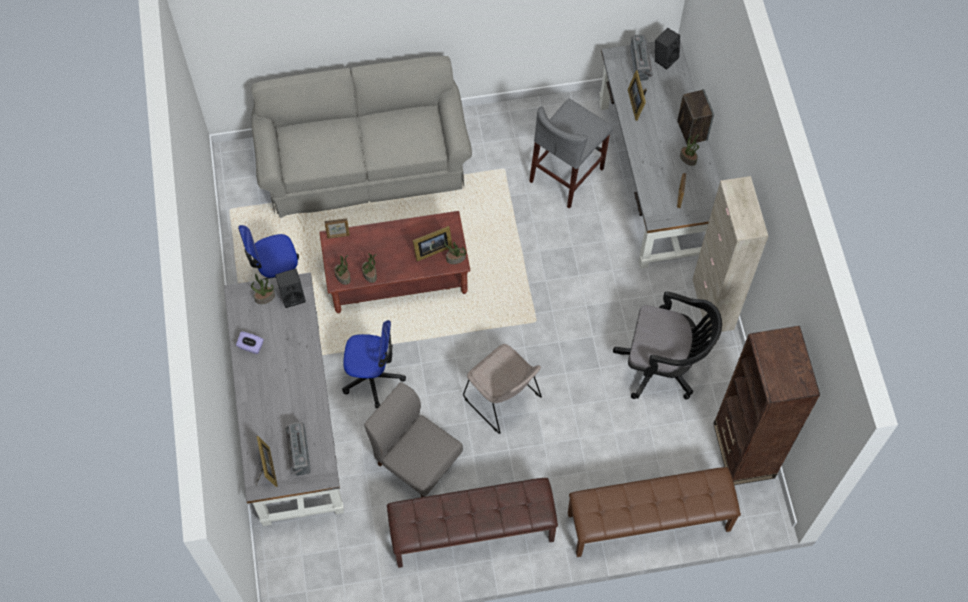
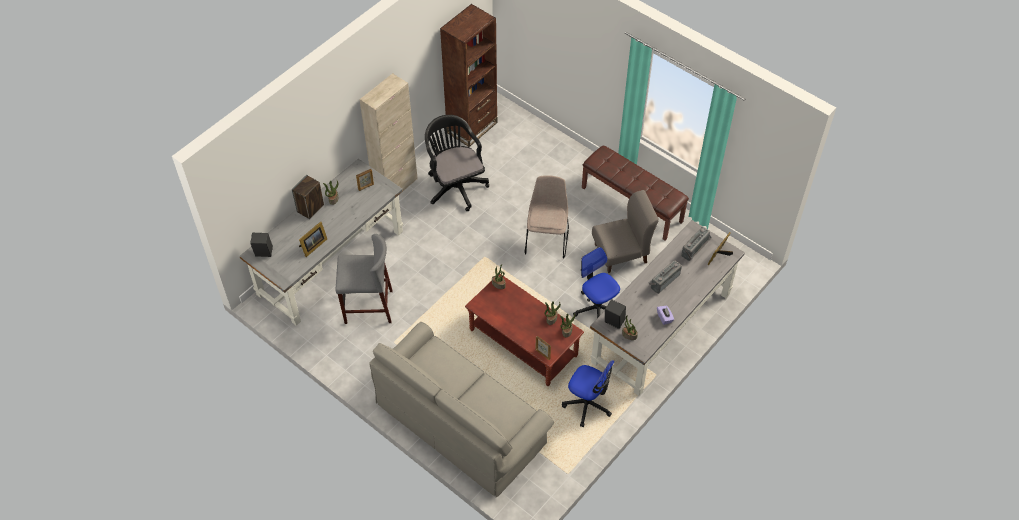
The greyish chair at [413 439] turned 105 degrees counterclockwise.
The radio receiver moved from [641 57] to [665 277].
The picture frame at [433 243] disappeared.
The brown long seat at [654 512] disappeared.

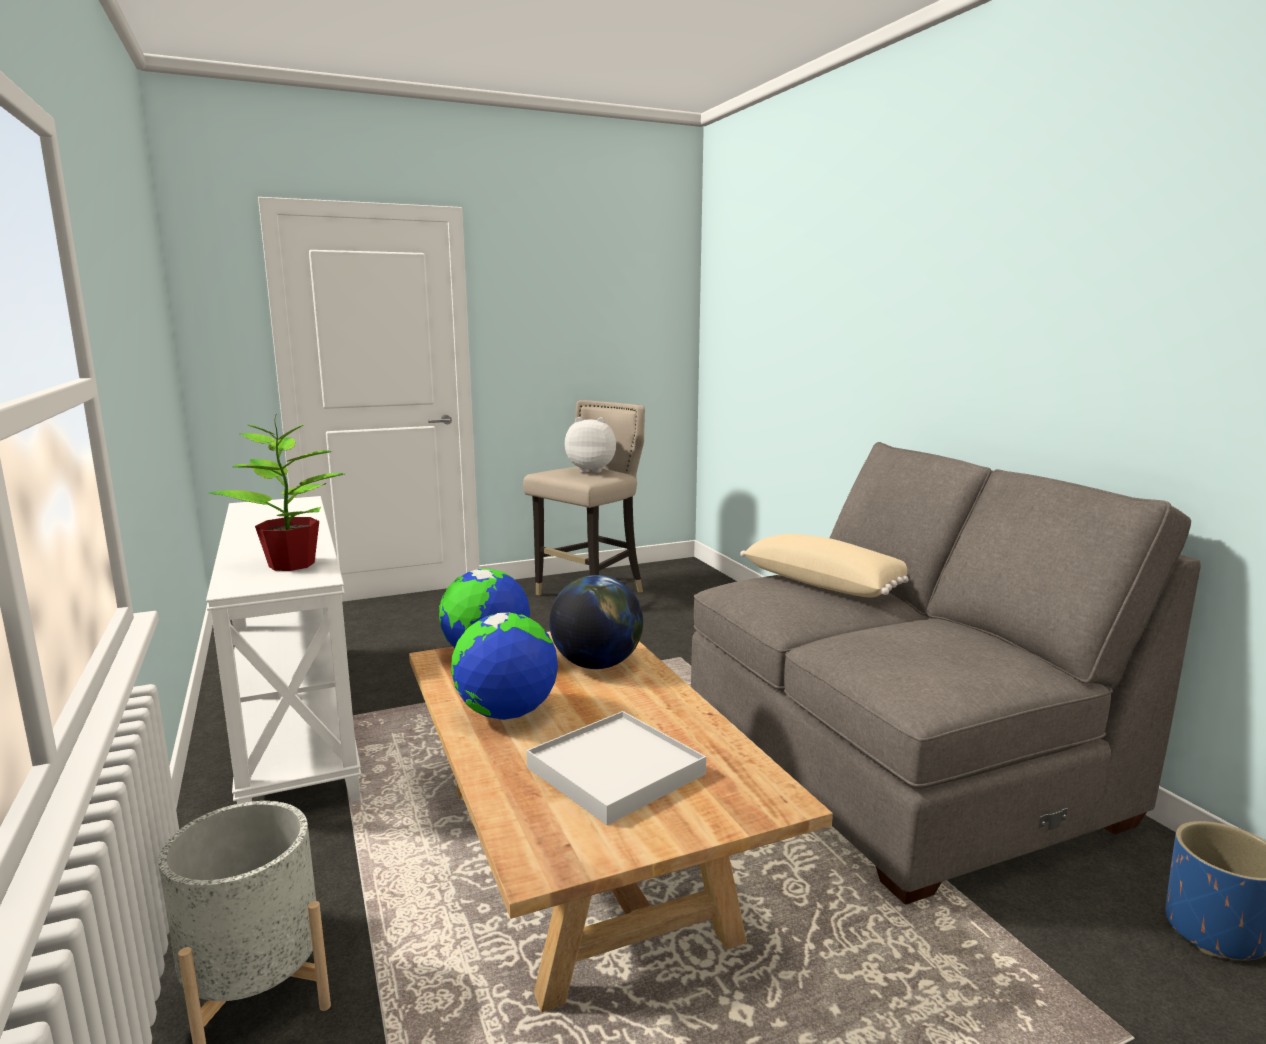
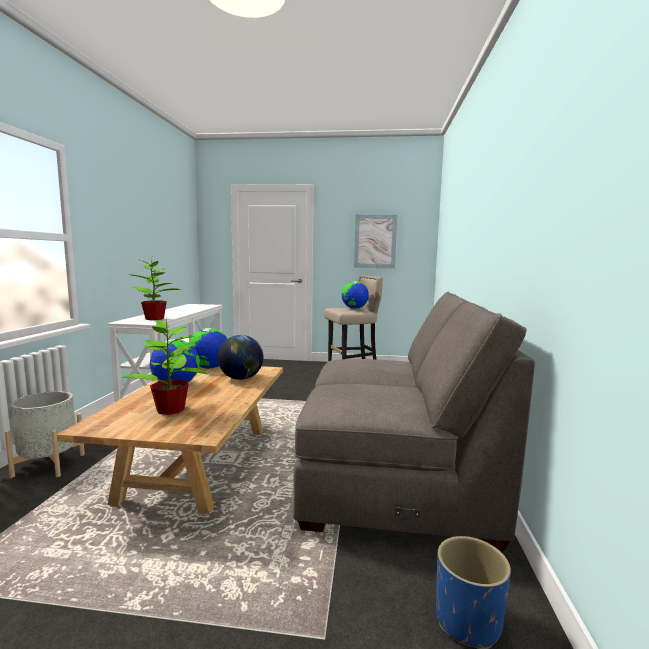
The white-coloured serving tray at [616 768] was replaced by the houseplant at [164 367].
The cuddly toy at [590 445] was replaced by the desk globe at [355 295].
The picture at [375 241] appeared.
The sand-coloured pillow at [824 566] disappeared.

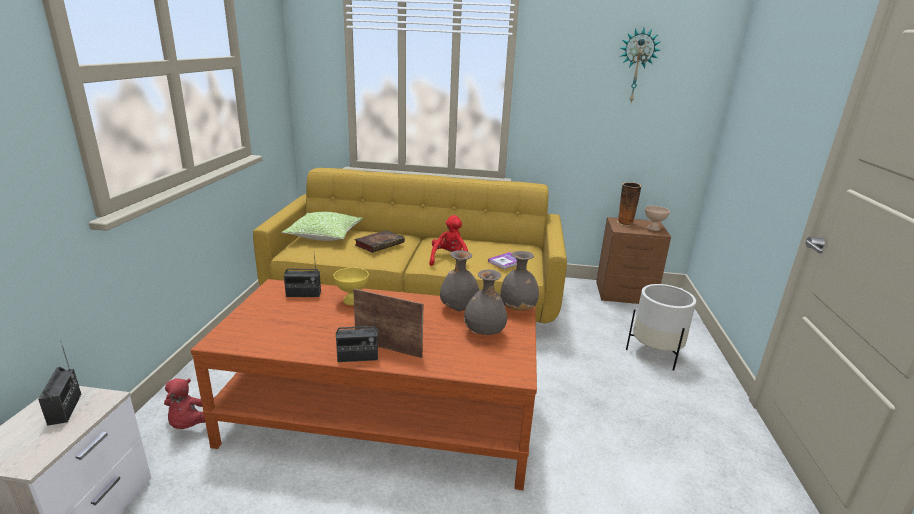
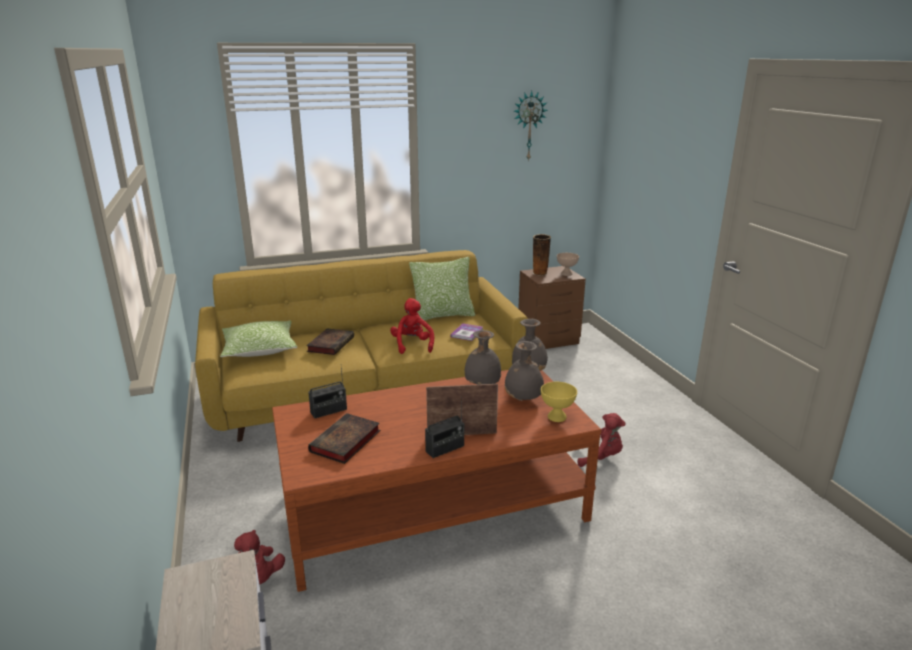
The book at [344 438] appeared.
The pillow at [442 289] appeared.
The yellowish deep dish moved from [351 286] to [559 402].
The red-coloured cuddly toy at [601 440] appeared.
The radio receiver at [59 383] disappeared.
The white-coloured planter at [661 327] disappeared.

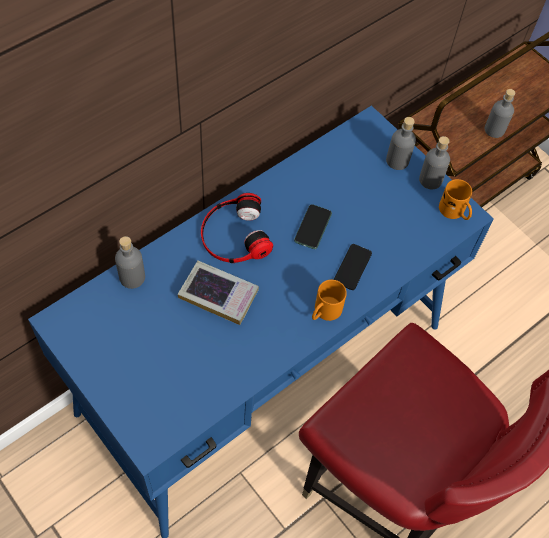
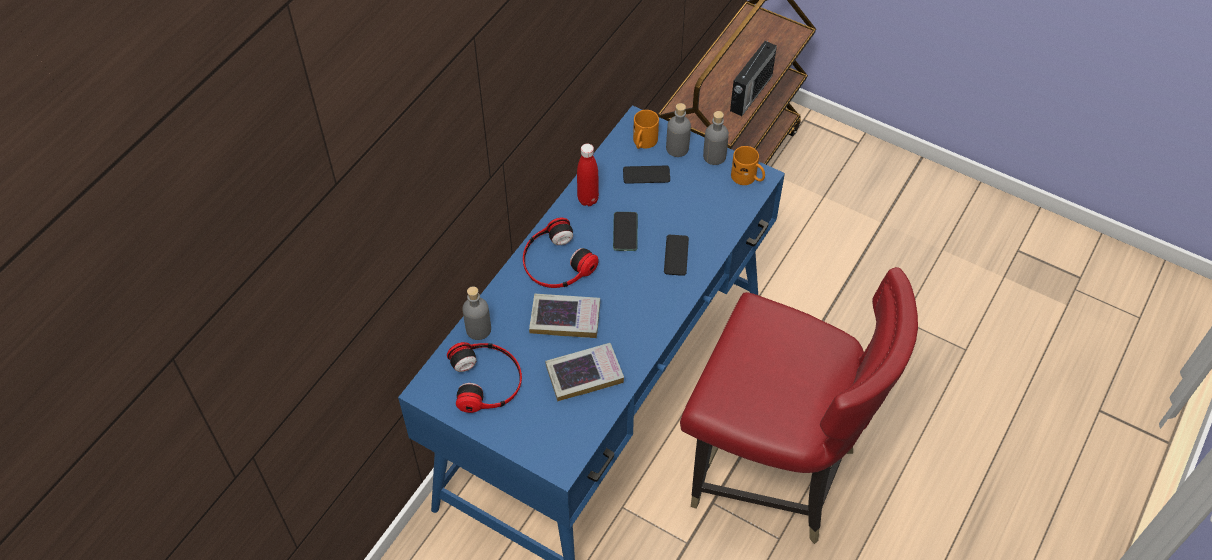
The headphones at [484 377] appeared.
The book at [584 372] appeared.
The red-coloured beverage bottle at [588 175] appeared.
The phone at [646 175] appeared.
The orangey coffee mug moved from [329 300] to [646 129].
The greyish beverage bottle at [500 113] was replaced by the radio receiver at [753 77].

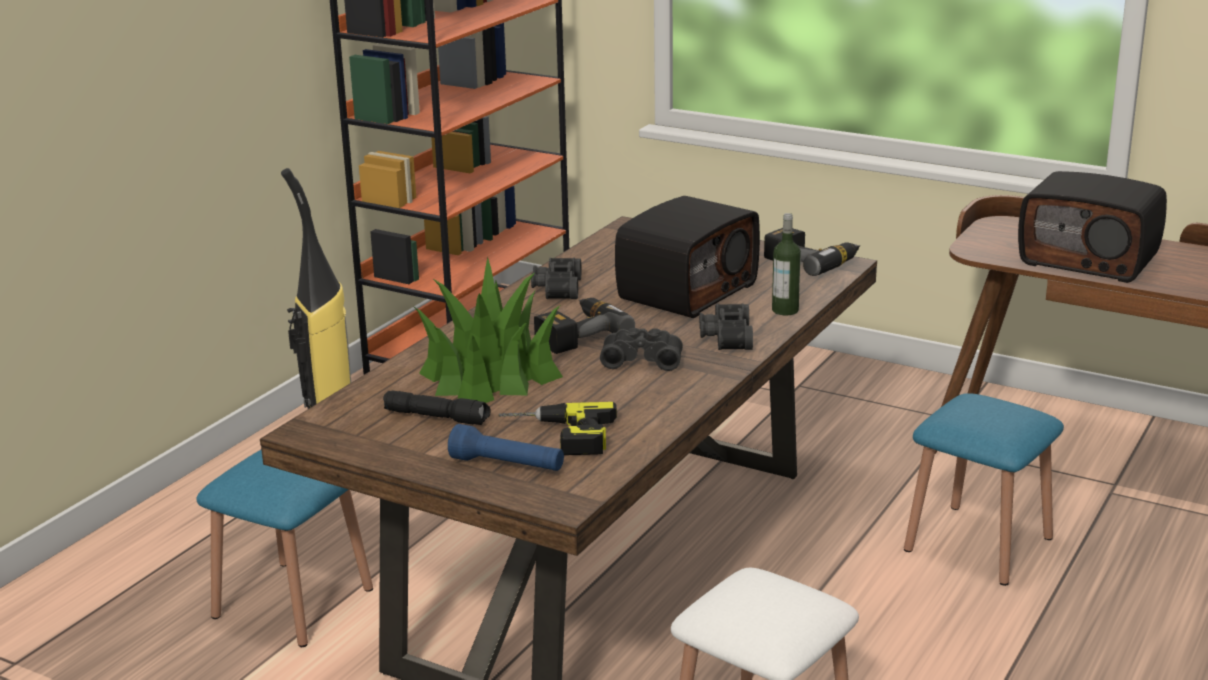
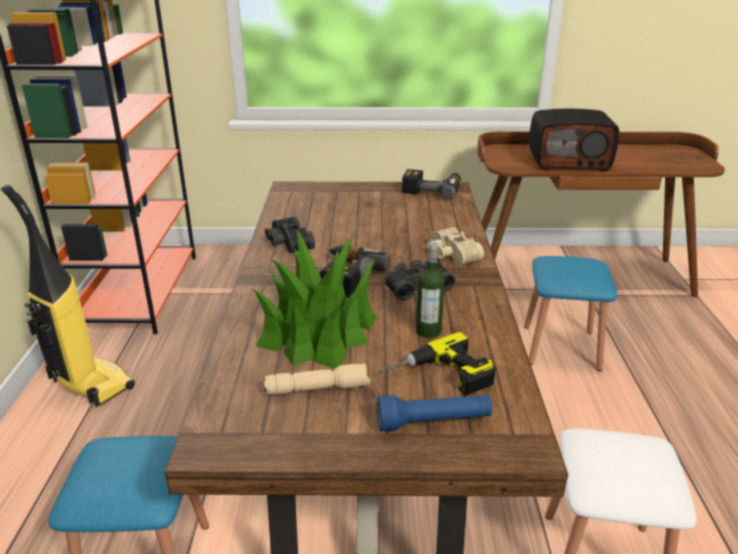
The black-coloured hand torch at [436 408] became the sand-coloured hand torch at [317 379].
The beverage bottle moved from [786 264] to [430 290].
The black-coloured field glasses at [726 327] became the sand-coloured field glasses at [455 246].
The radio receiver at [687 257] disappeared.

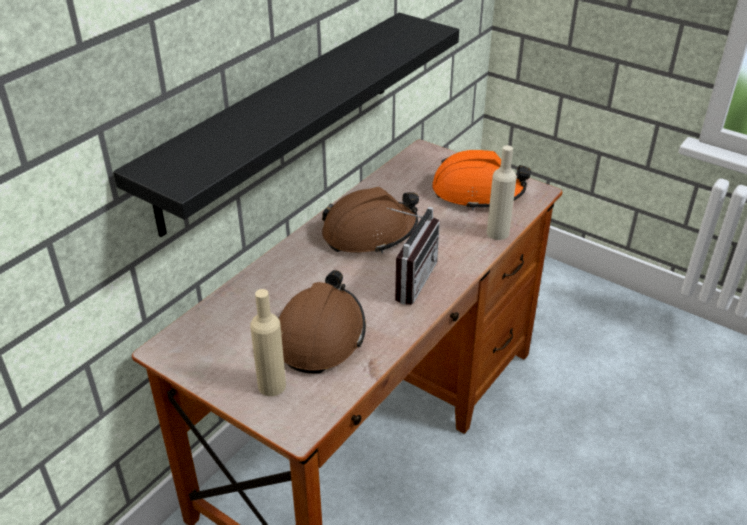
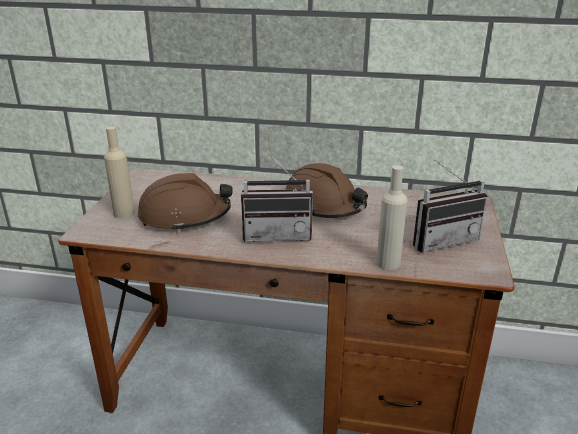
The orangey safety helmet at [481 180] was replaced by the radio receiver at [450 205].
The black-coloured shelf at [286 125] disappeared.

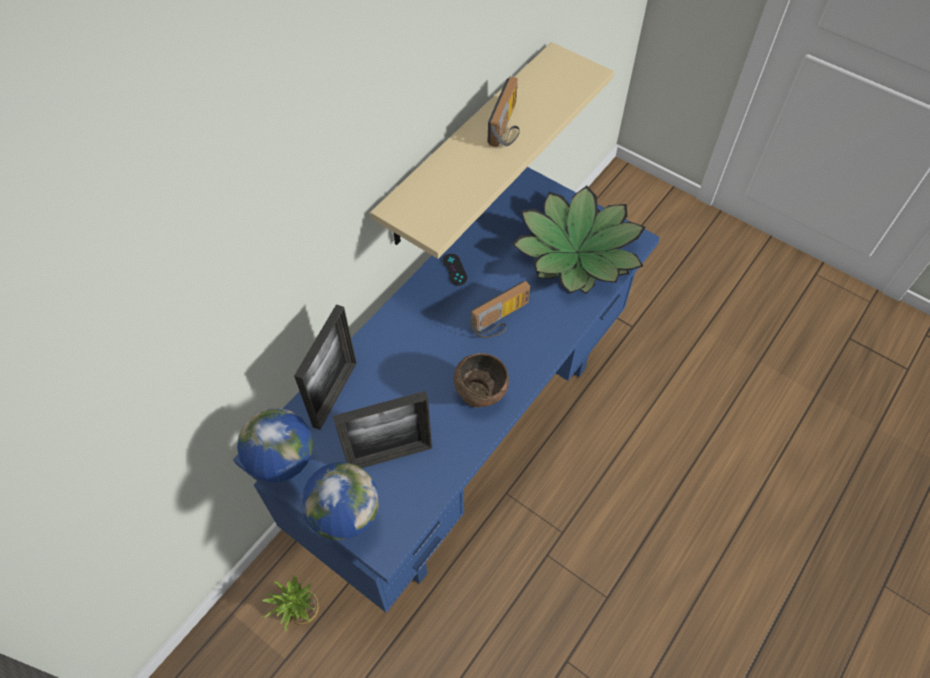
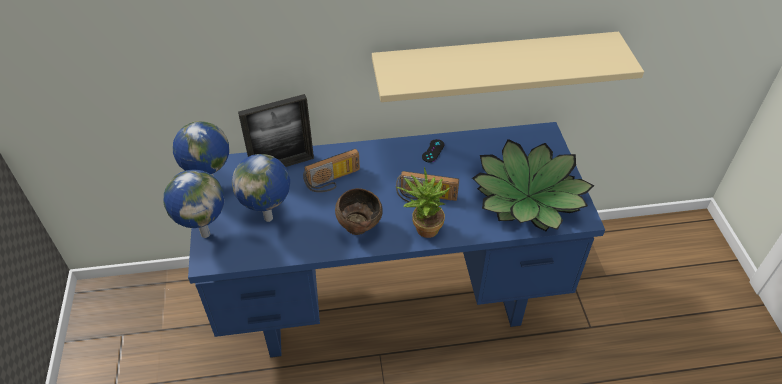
The picture frame at [382 429] was replaced by the desk globe at [261 188].
The radio receiver moved from [503 111] to [331 170].
The houseplant moved from [290 603] to [423 202].

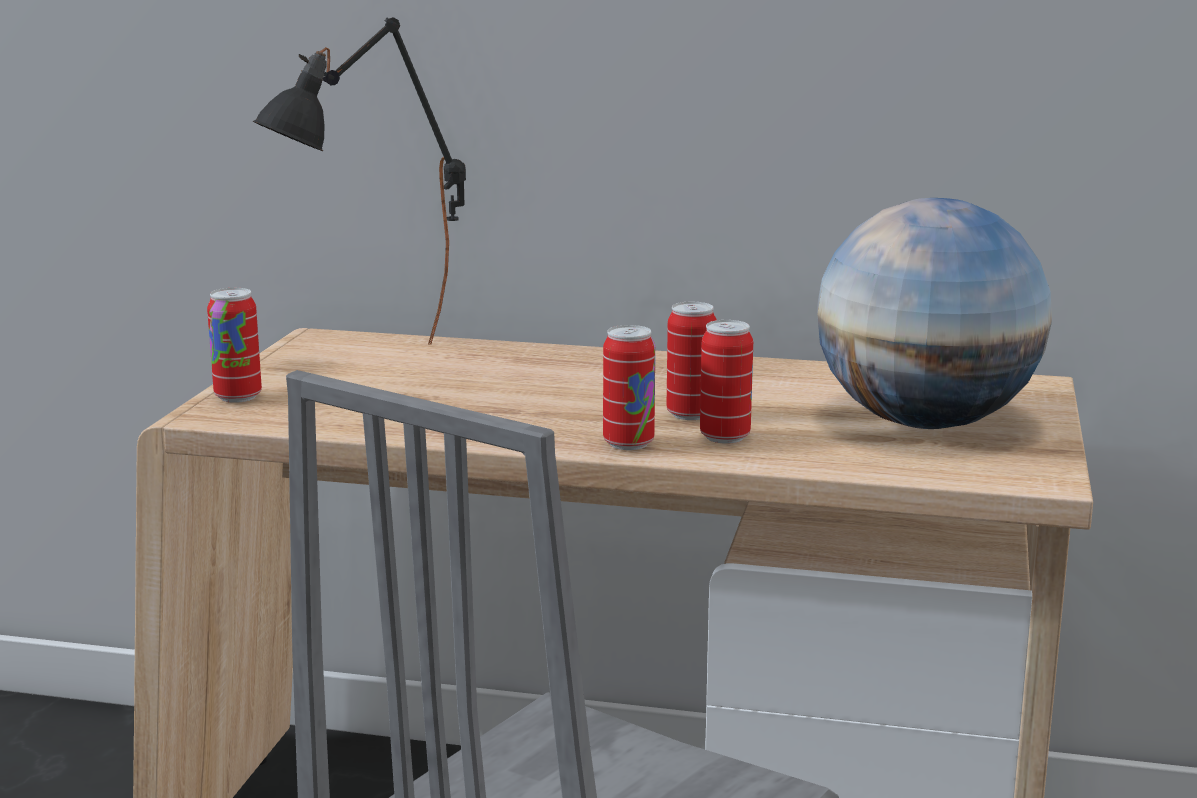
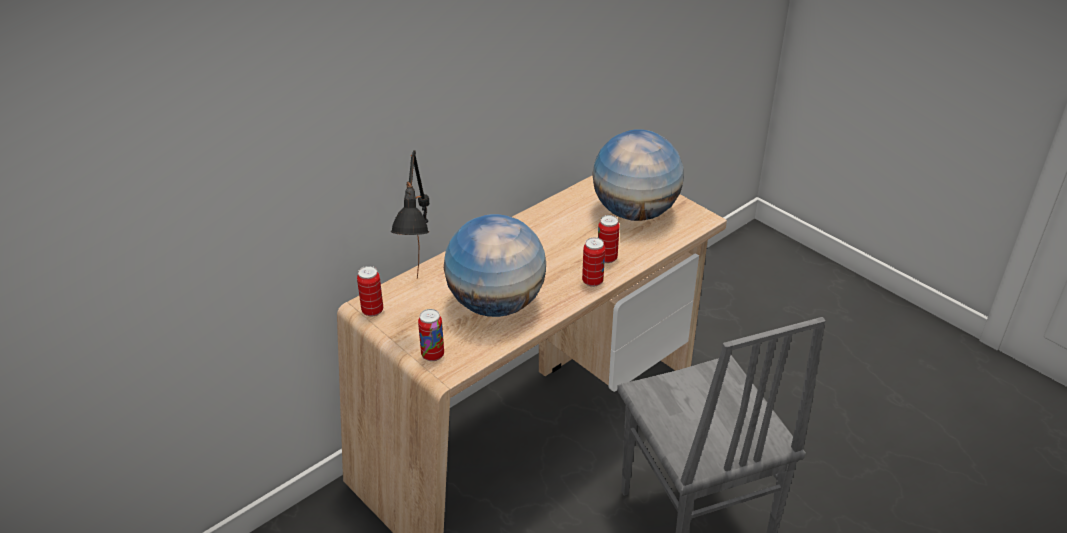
The sealed can moved from [692 361] to [370 291].
The desk globe at [495 265] appeared.

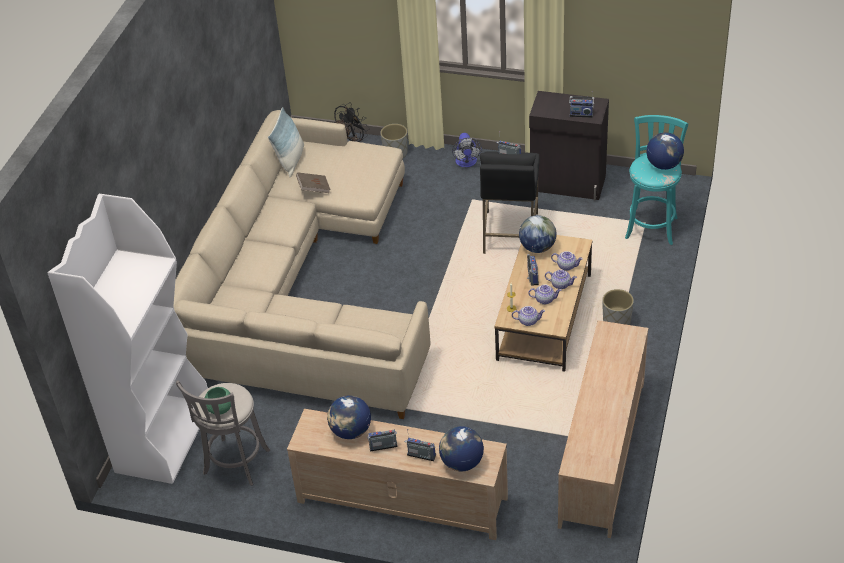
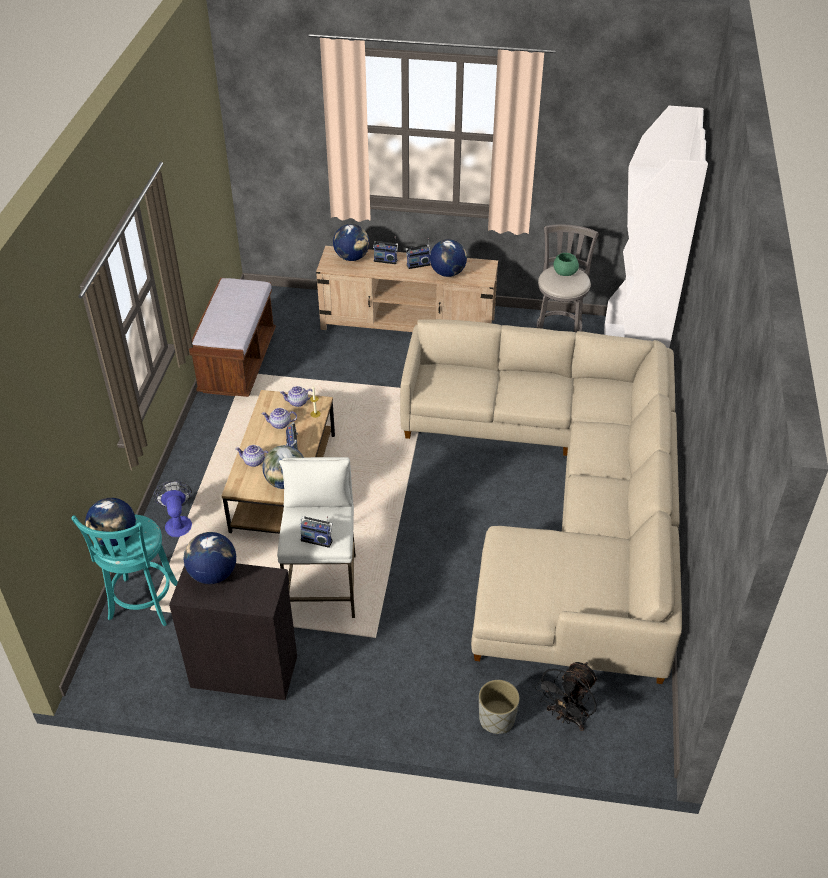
The electric fan moved from [467 150] to [172 509].
The radio receiver at [581 104] was replaced by the desk globe at [210 558].
The sand-coloured tv unit at [603 429] was replaced by the brown long seat at [232 337].
The black-coloured sitting stool at [510 202] became the white-coloured sitting stool at [316 537].
The pillow at [286 142] disappeared.
The brown book at [313 182] disappeared.
The teapot at [561 279] disappeared.
The greyish planter at [618 307] disappeared.

